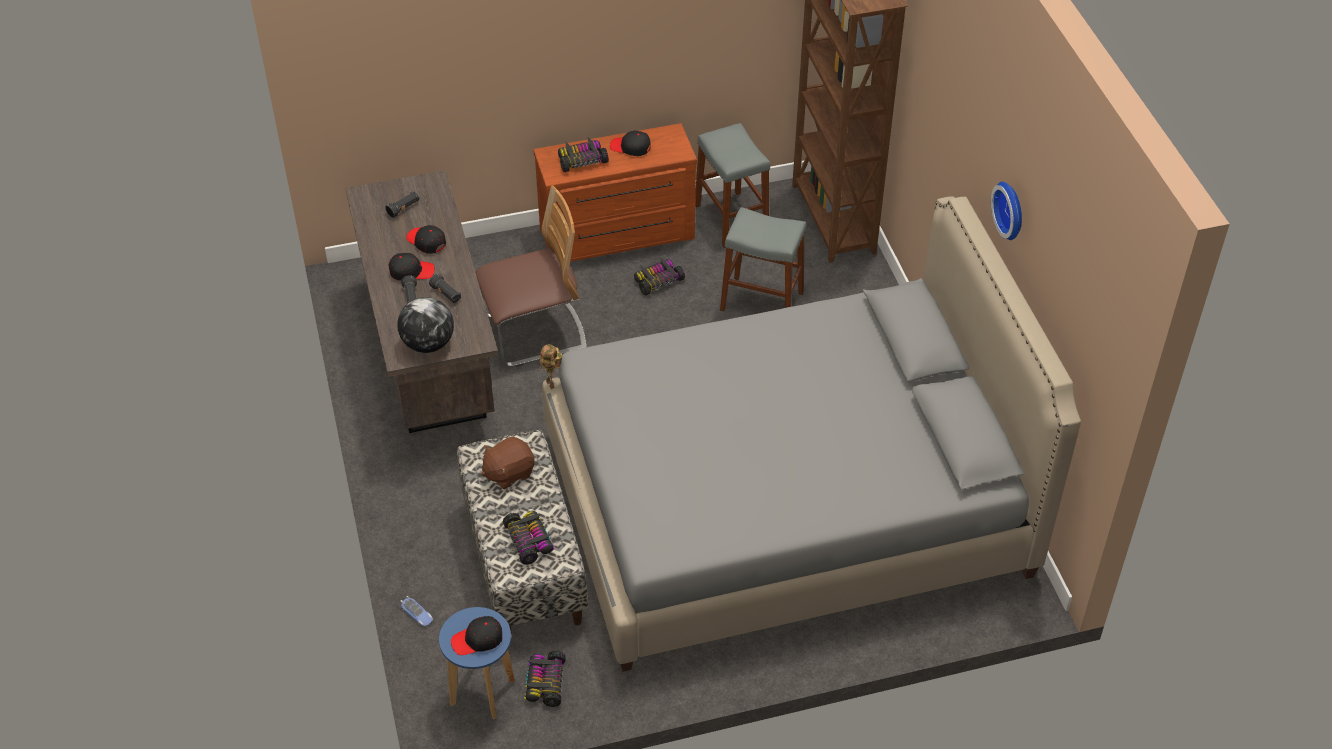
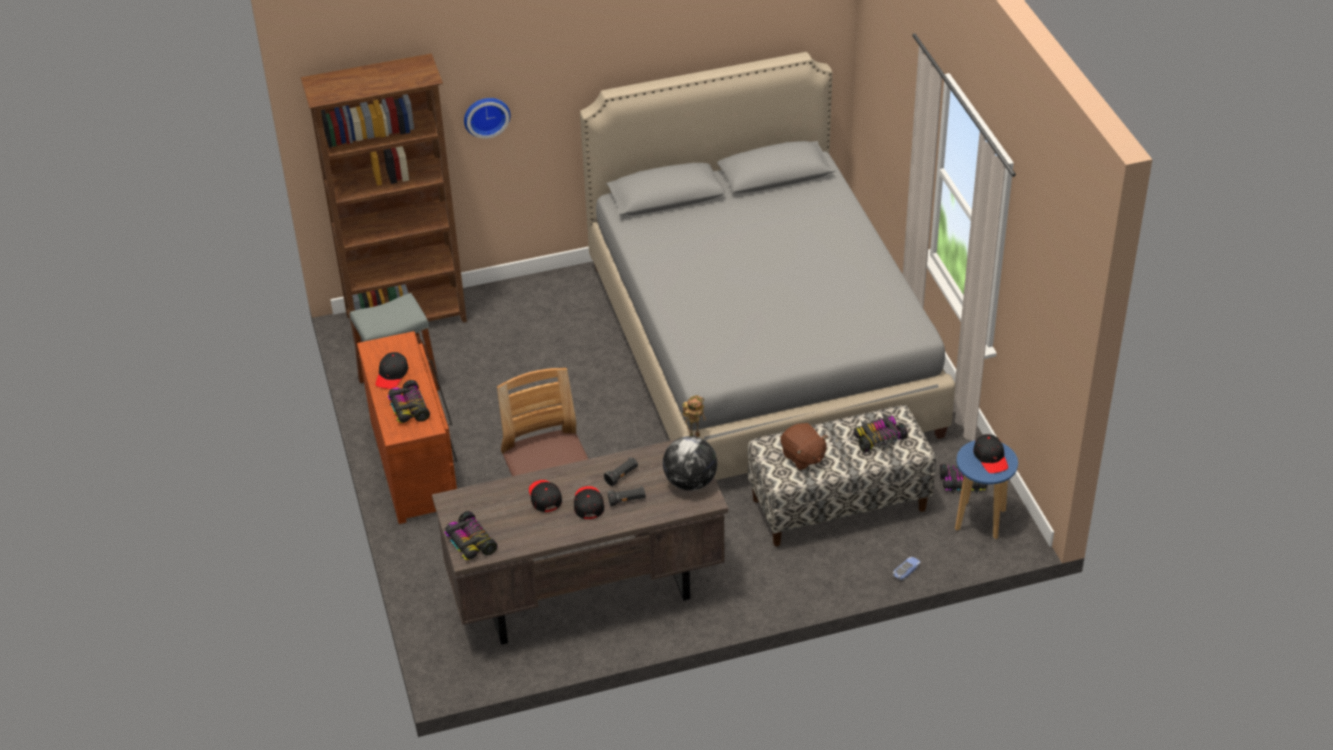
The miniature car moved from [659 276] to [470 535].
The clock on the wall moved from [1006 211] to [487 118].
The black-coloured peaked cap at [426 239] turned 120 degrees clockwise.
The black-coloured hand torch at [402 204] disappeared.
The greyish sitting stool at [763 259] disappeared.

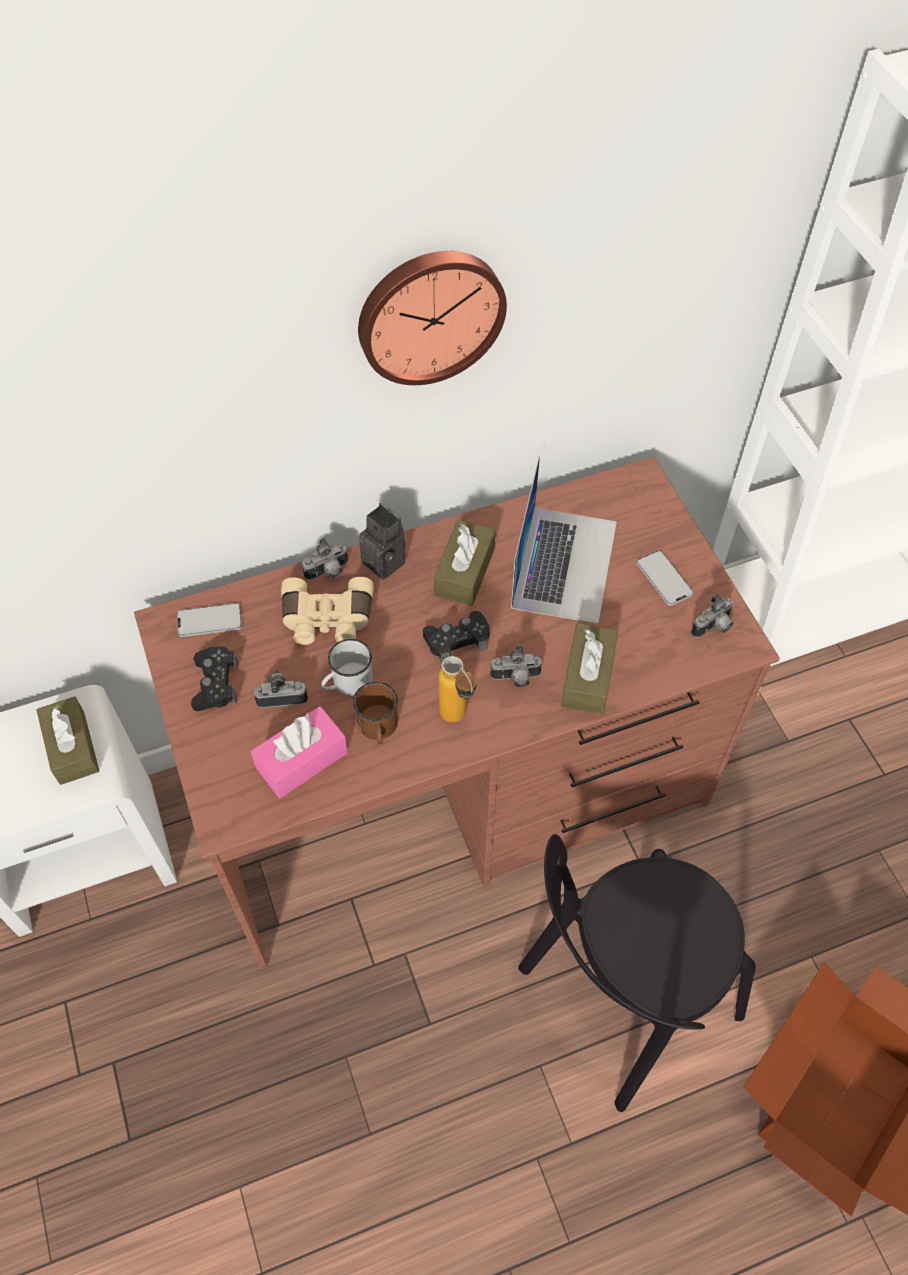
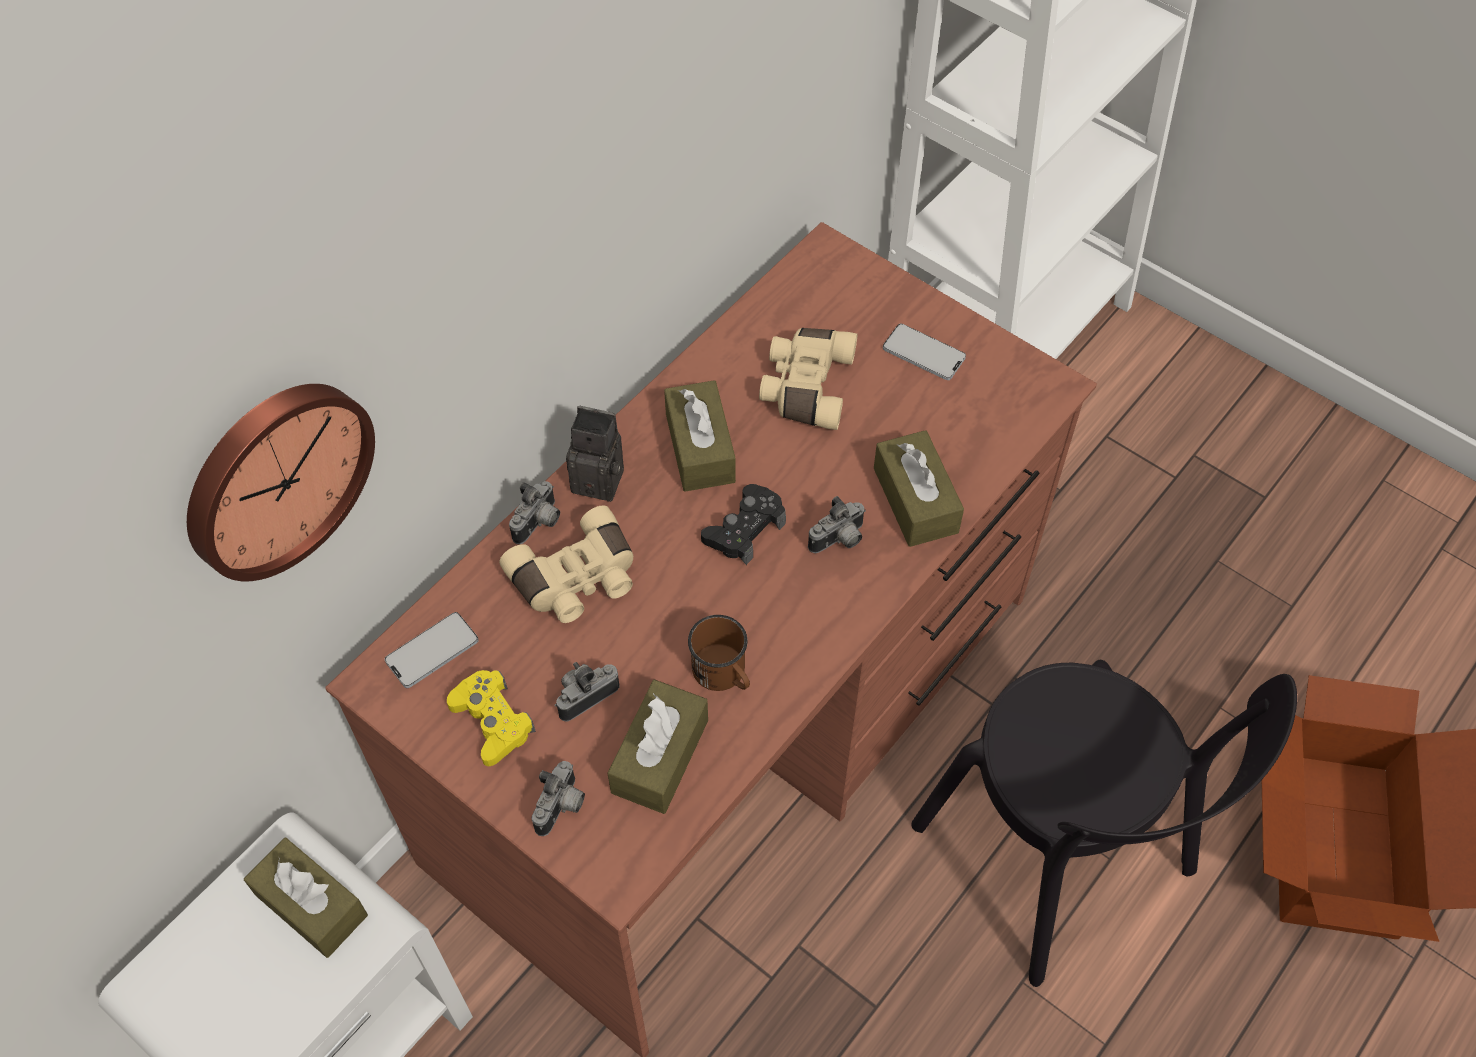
The clock on the wall moved from [432 318] to [281 483].
The black-coloured gamepad at [214 678] became the yellowish gamepad at [491 718].
The still camera moved from [712 615] to [558 798].
The pink-coloured tissue box at [299 752] became the brown tissue box at [658 746].
The laptop at [564 540] was replaced by the sand-coloured field glasses at [808 379].
The black-coloured chair at [637 973] turned 60 degrees counterclockwise.
The white-coloured coffee mug at [347 667] disappeared.
The beverage bottle at [457 689] disappeared.

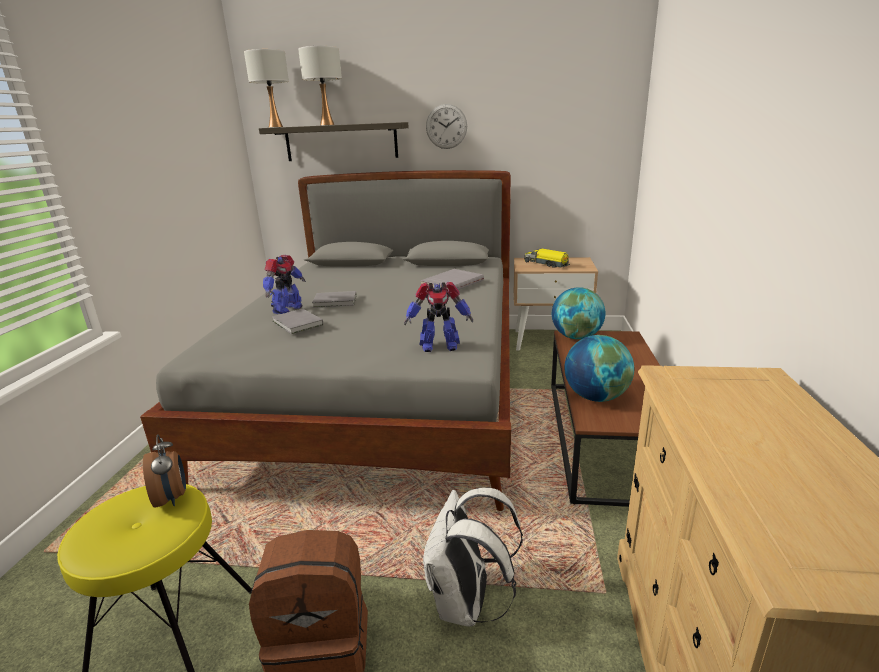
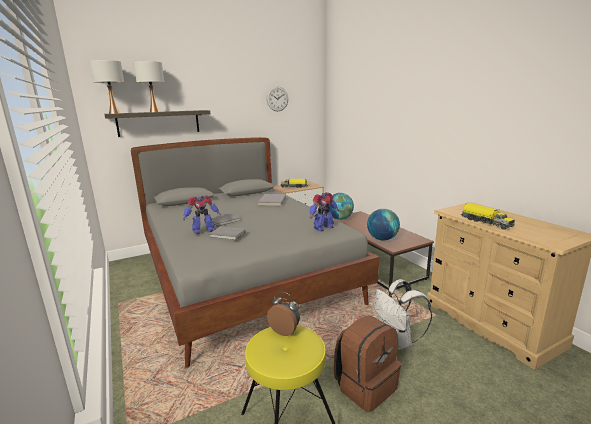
The model robot at [284 284] turned 75 degrees clockwise.
The clock on the wall moved from [446 126] to [277 98].
The toy truck at [488 216] appeared.

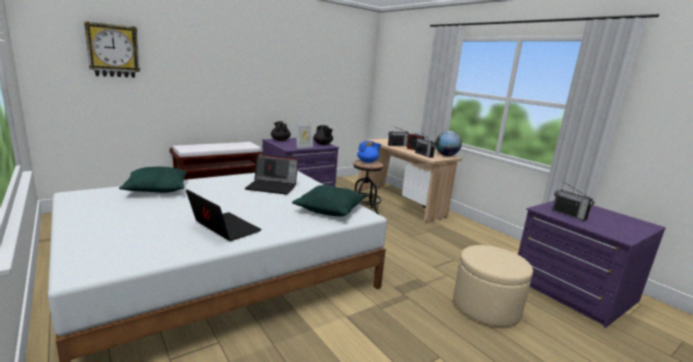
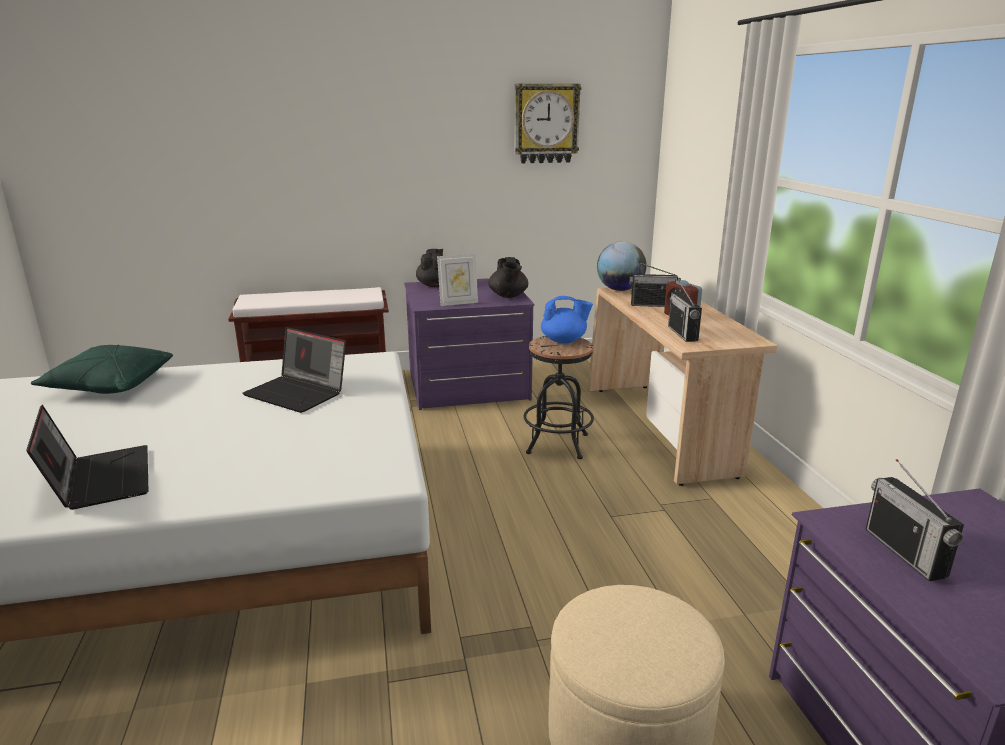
The clock on the wall moved from [112 49] to [547 124].
The desk globe moved from [448 143] to [622 266].
The green pillow at [329 201] disappeared.

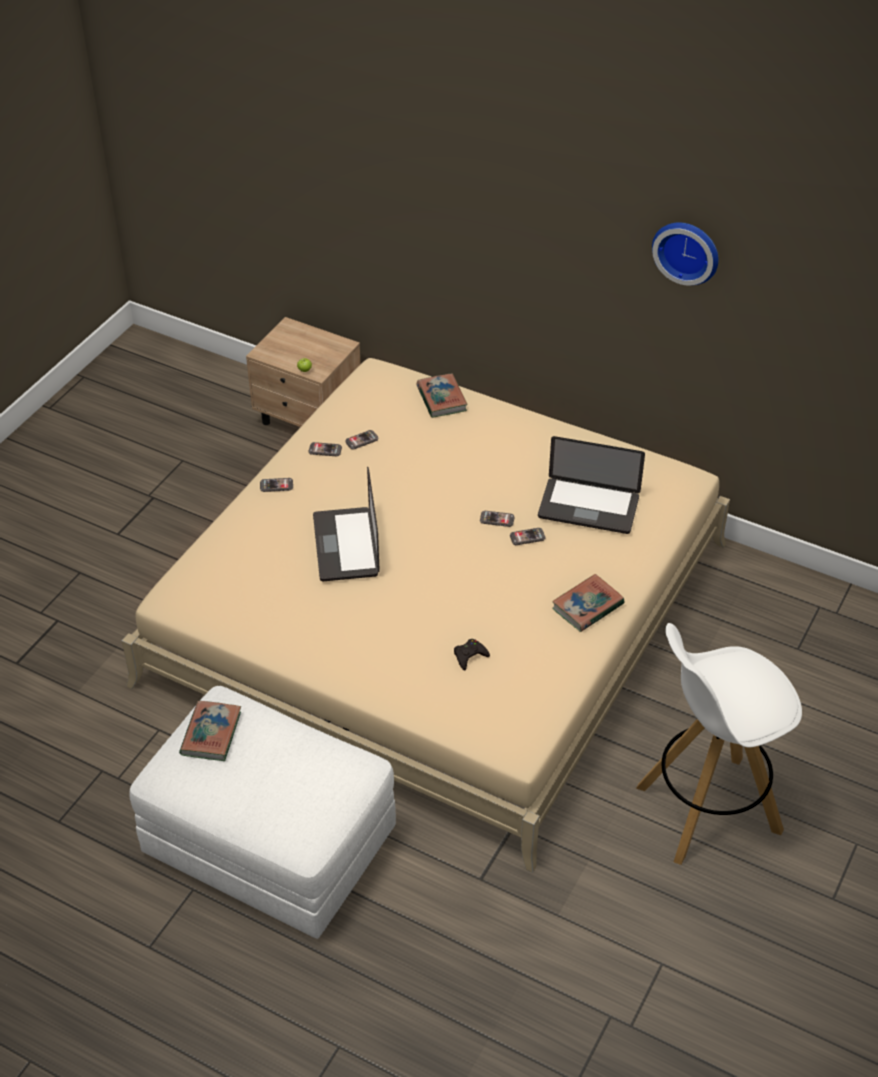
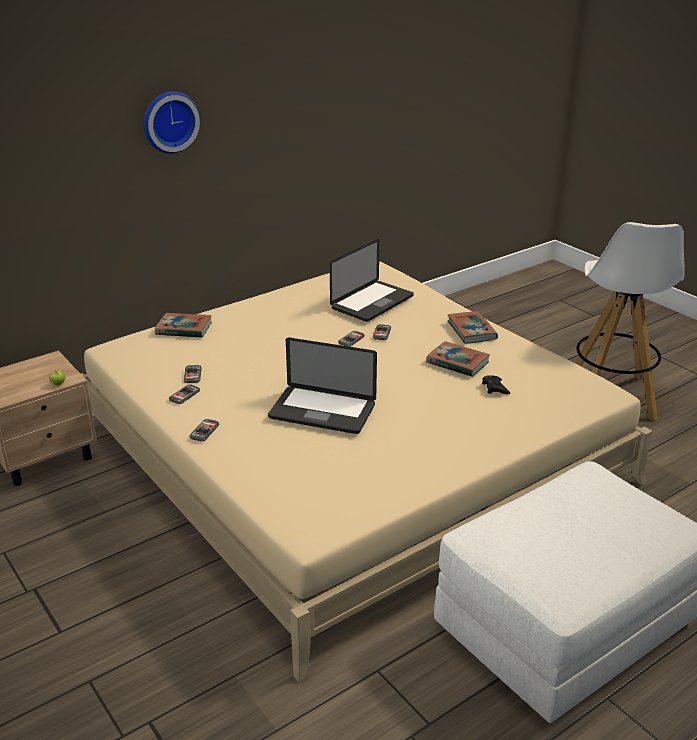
The clock on the wall moved from [685 253] to [171 122].
The book moved from [210 731] to [458 359].

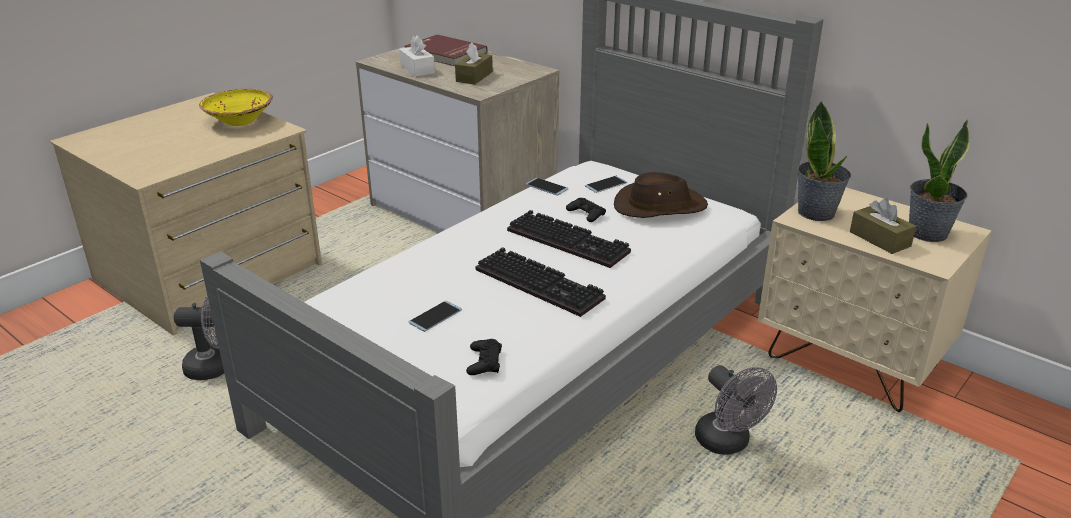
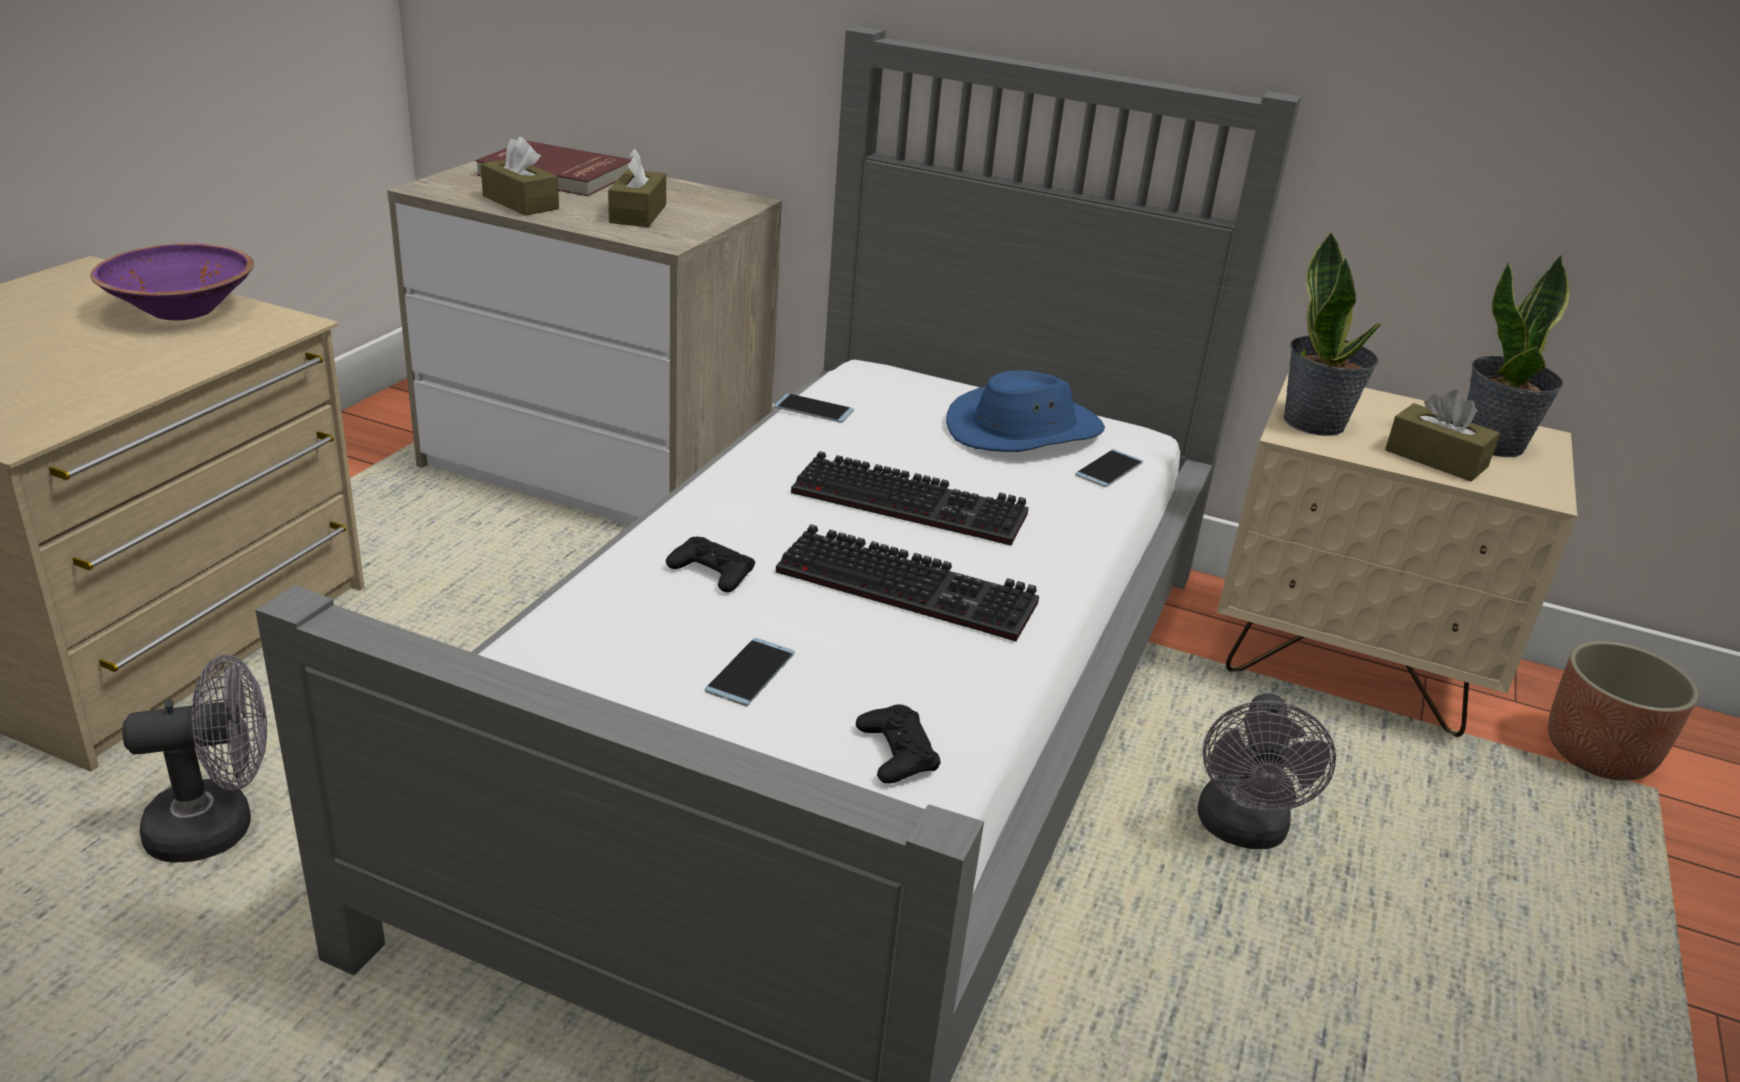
The yellowish deep dish at [236 107] became the purple-coloured deep dish at [172 281].
The white-coloured tissue box at [417 56] became the brown tissue box at [520 176].
The black-coloured gamepad moved from [586 210] to [710 564].
The brown hat at [661 195] became the bluish hat at [1025 411].
The phone moved from [606 184] to [1109 468].
The greyish electric fan at [736 410] turned 60 degrees clockwise.
The planter at [1623 711] appeared.

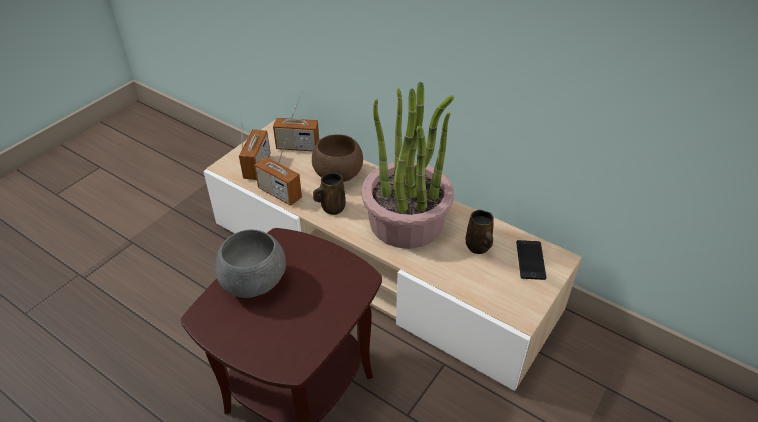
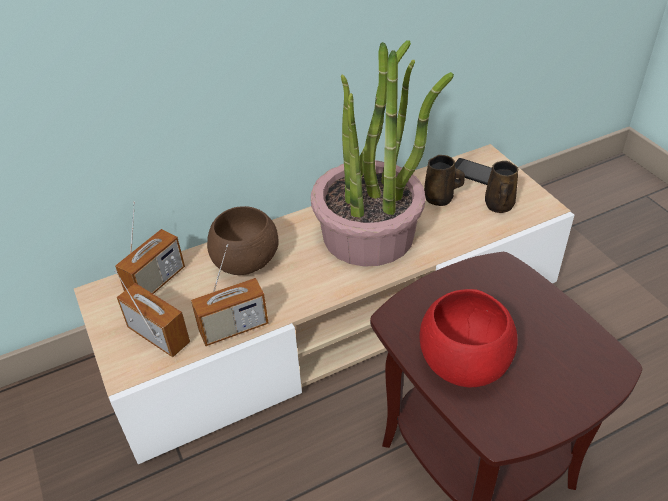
The greyish deep dish at [250 264] became the red-coloured deep dish at [469 338].
The brown coffee mug moved from [329 194] to [501 187].

